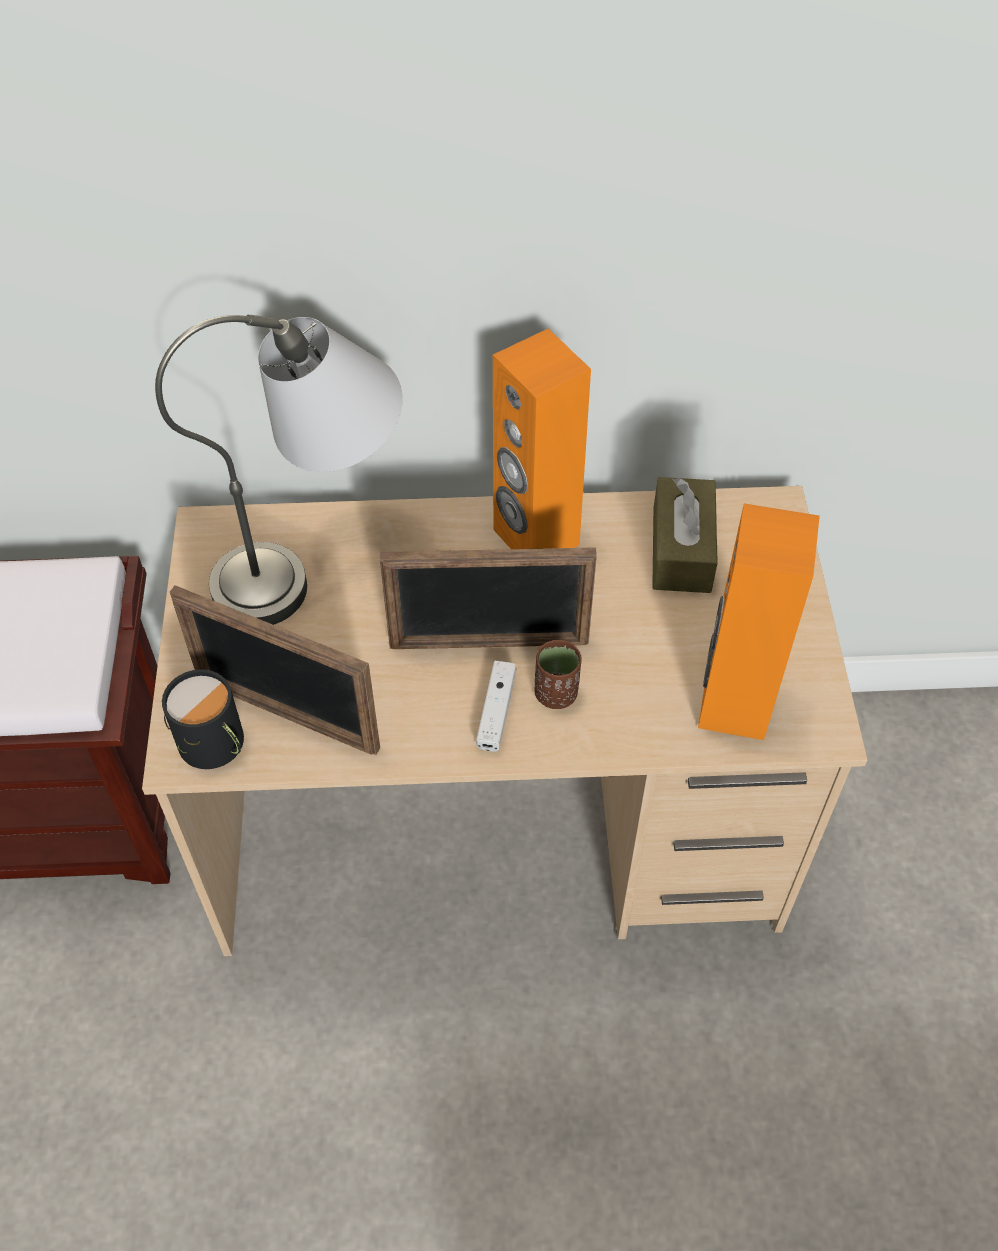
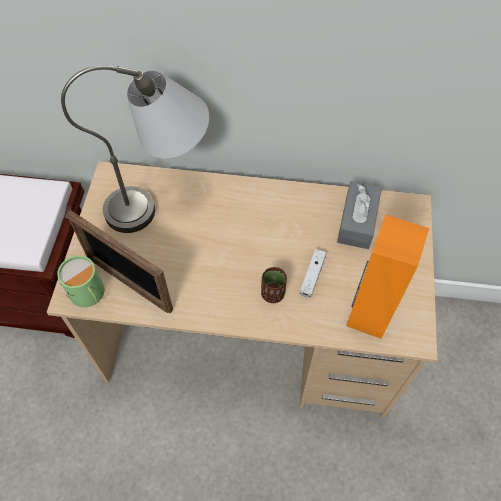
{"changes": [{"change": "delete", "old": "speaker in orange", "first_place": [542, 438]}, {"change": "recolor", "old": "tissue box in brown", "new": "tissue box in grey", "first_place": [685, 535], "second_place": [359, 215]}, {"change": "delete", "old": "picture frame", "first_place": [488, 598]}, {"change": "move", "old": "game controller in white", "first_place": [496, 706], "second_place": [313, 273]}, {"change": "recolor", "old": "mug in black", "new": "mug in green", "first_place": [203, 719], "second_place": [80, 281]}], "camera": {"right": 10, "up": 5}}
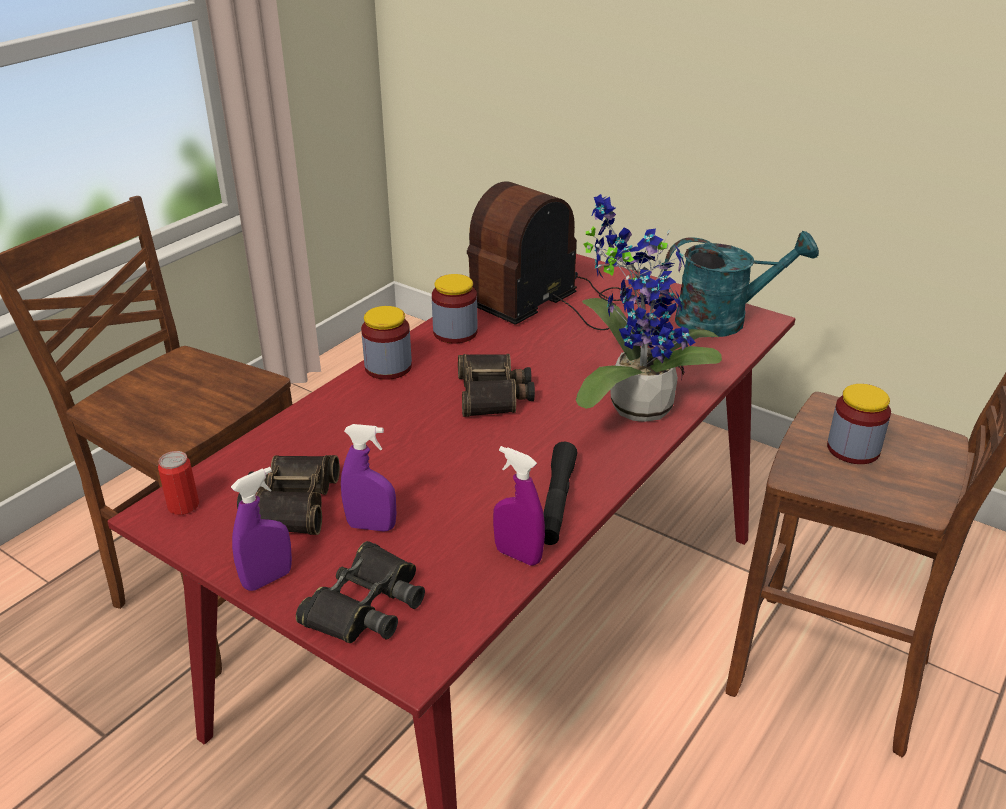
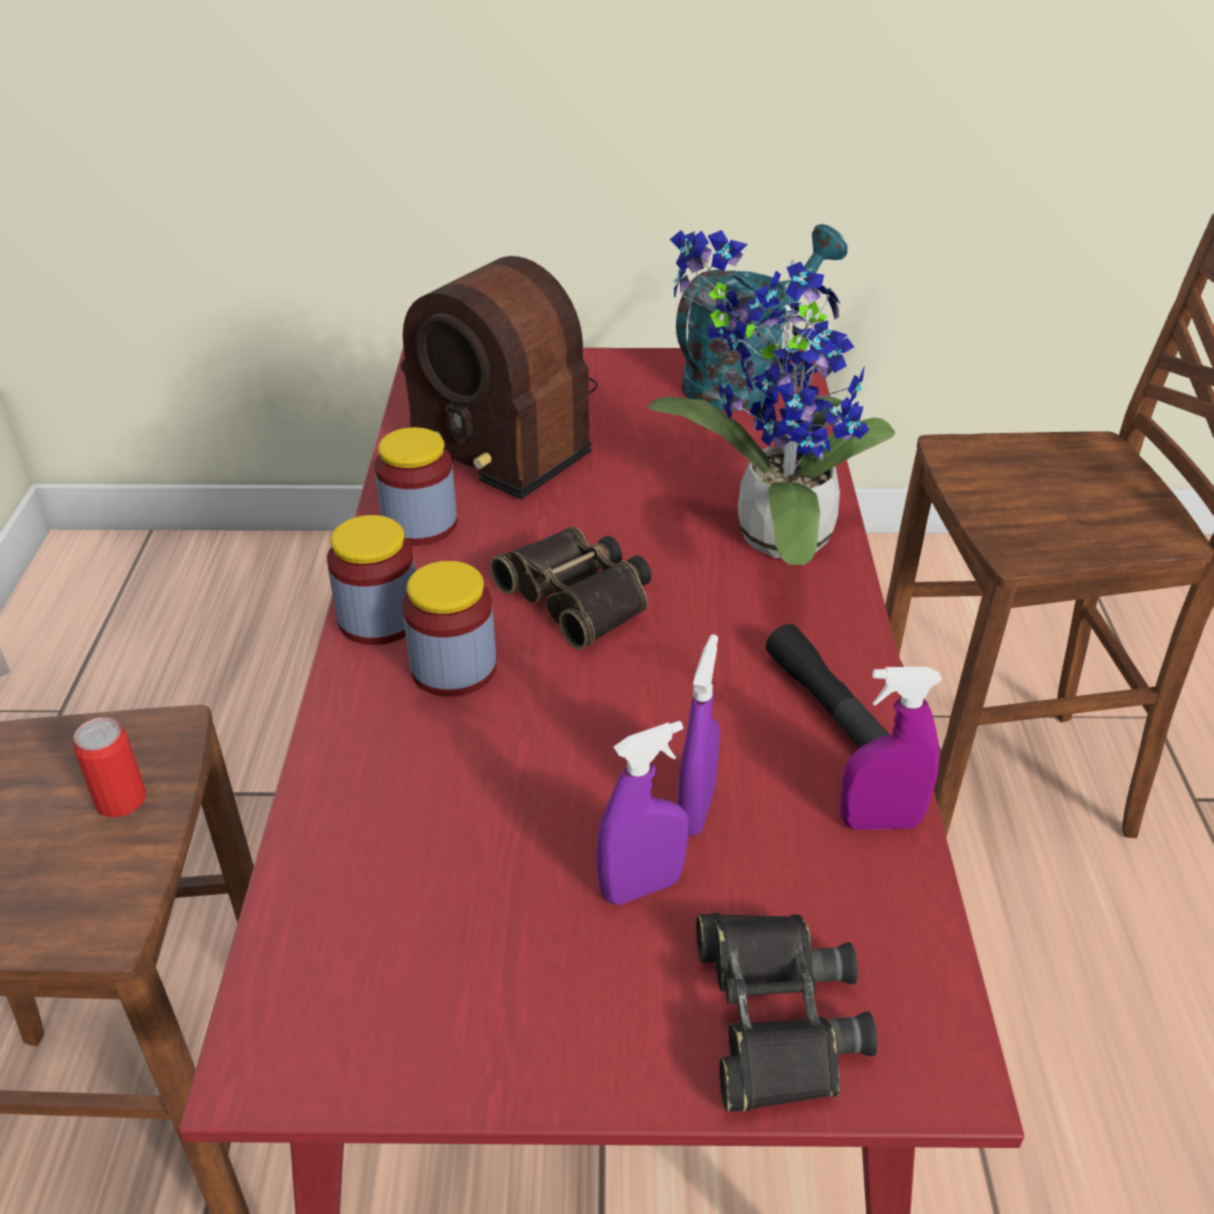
{"changes": [{"change": "rotate", "old": "radio", "first_place": [544, 255], "second_place": [499, 377], "degrees": -60}, {"change": "move", "old": "jar", "first_place": [859, 424], "second_place": [449, 629]}, {"change": "move", "old": "can", "first_place": [178, 483], "second_place": [109, 767]}, {"change": "delete", "old": "binoculars", "first_place": [288, 495]}, {"change": "move", "old": "spray bottle in purple", "first_place": [261, 529], "second_place": [699, 735]}], "camera": {"right": -35, "up": 5}}
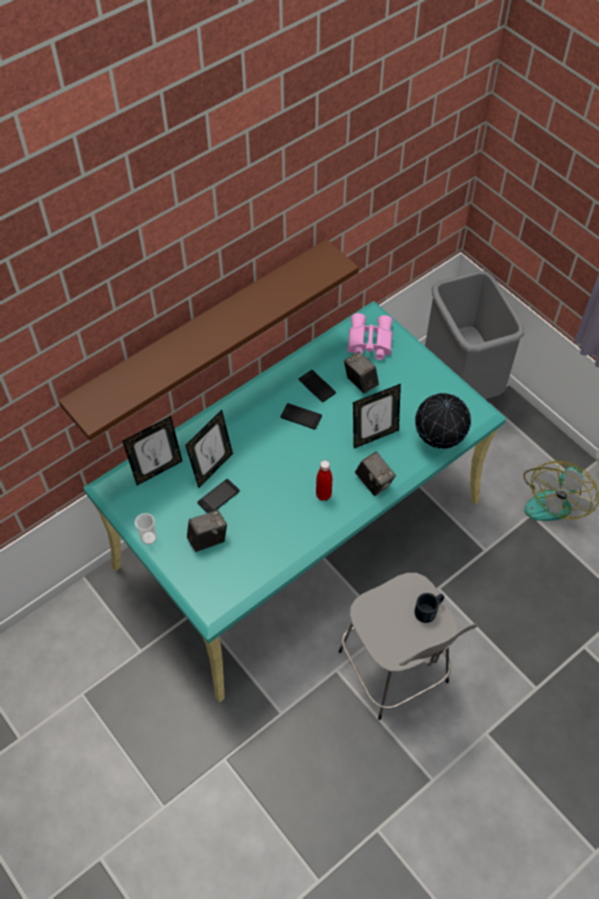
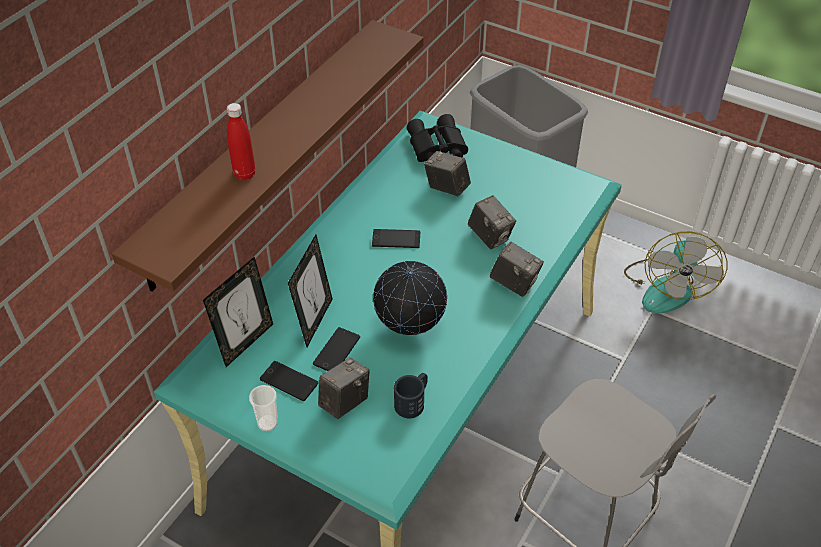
{"changes": [{"change": "recolor", "old": "binoculars in pink", "new": "binoculars in black", "first_place": [370, 336], "second_place": [437, 138]}, {"change": "move", "old": "phone", "first_place": [317, 386], "second_place": [289, 381]}, {"change": "replace", "old": "picture frame", "new": "photo camera", "first_place": [377, 416], "second_place": [492, 222]}, {"change": "move", "old": "globe", "first_place": [443, 421], "second_place": [410, 298]}, {"change": "move", "old": "bottle in red", "first_place": [324, 480], "second_place": [241, 141]}, {"change": "move", "old": "mug in black", "first_place": [429, 608], "second_place": [411, 395]}], "camera": {"right": -20, "up": -10}}
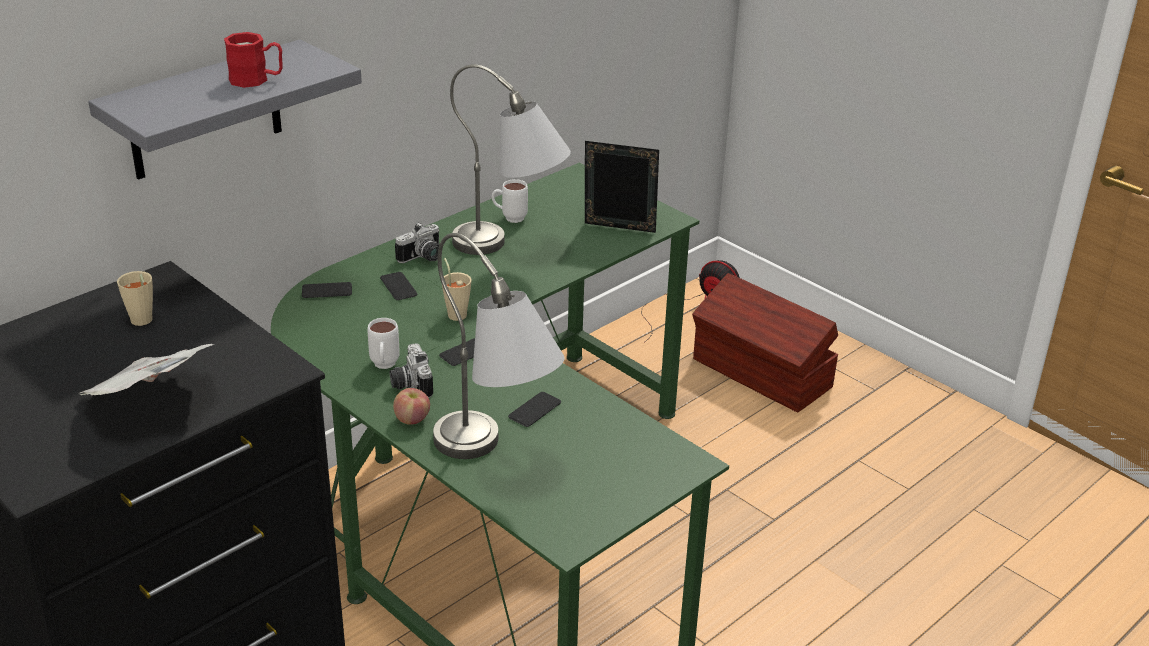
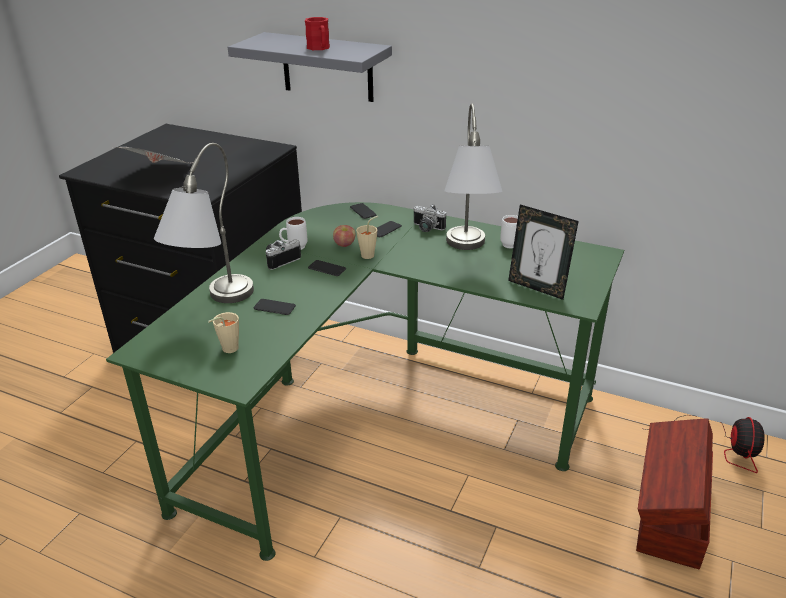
{"changes": [{"change": "rotate", "old": "picture frame", "first_place": [622, 187], "second_place": [543, 252], "degrees": 135}, {"change": "move", "old": "cup in beige", "first_place": [135, 298], "second_place": [223, 332]}, {"change": "move", "old": "apple", "first_place": [411, 406], "second_place": [344, 236]}], "camera": {"right": 70, "up": 0}}
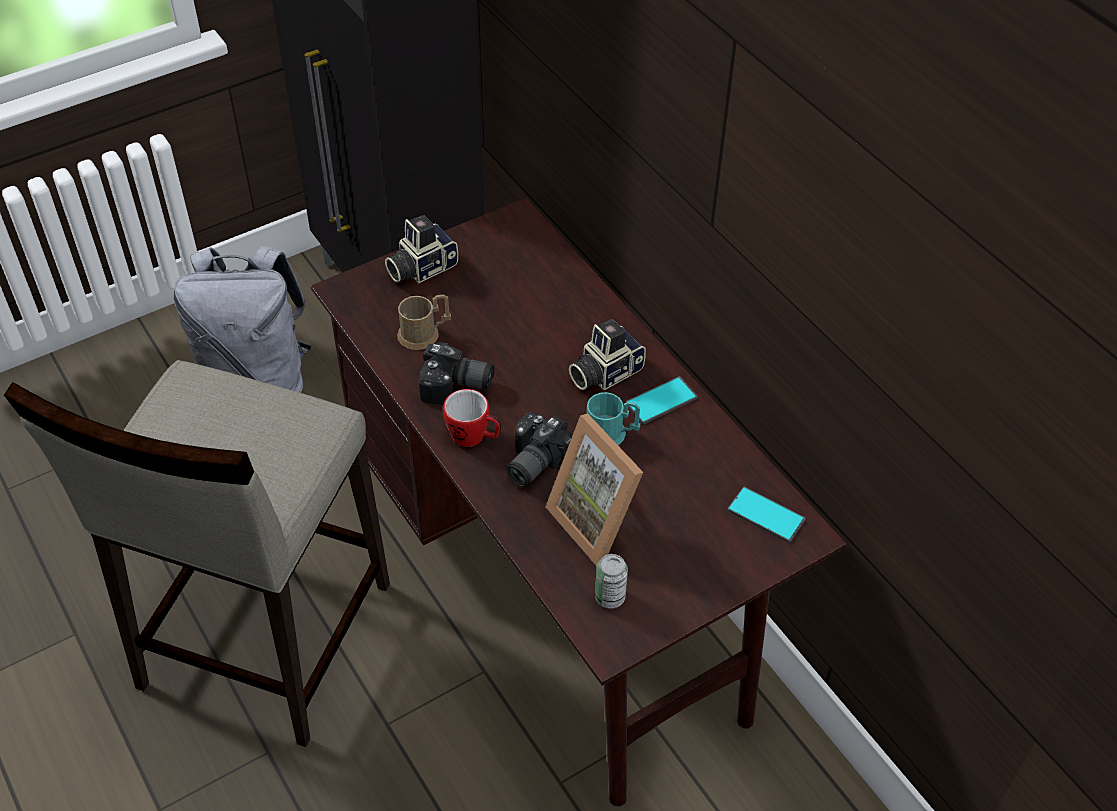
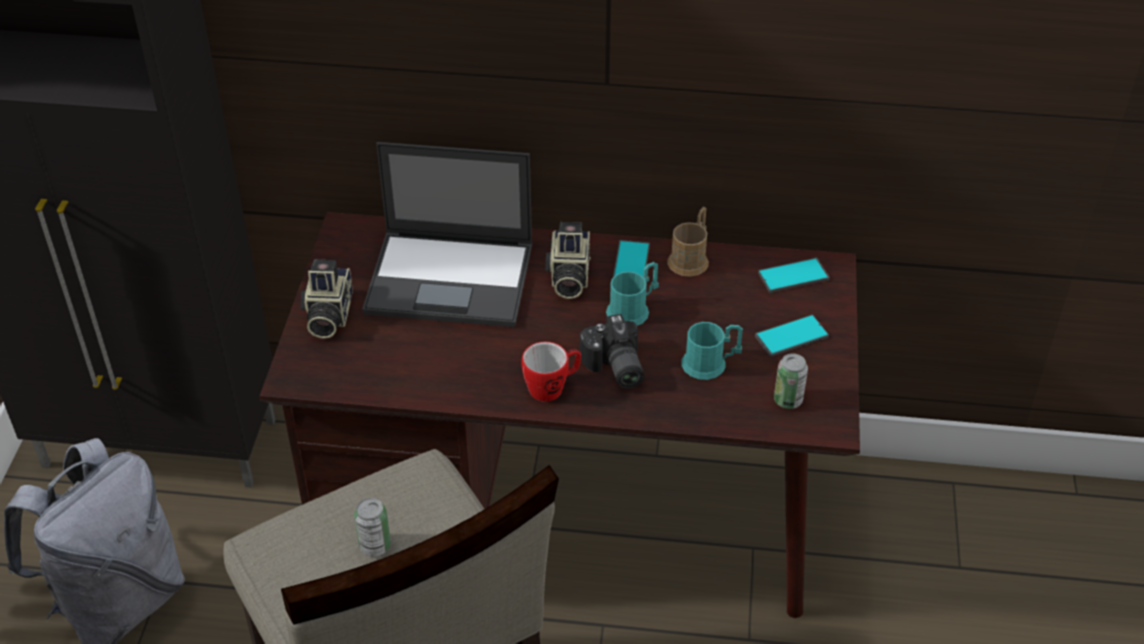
{"changes": [{"change": "move", "old": "mug in brown", "first_place": [424, 322], "second_place": [688, 242]}, {"change": "delete", "old": "photo camera", "first_place": [457, 373]}, {"change": "replace", "old": "picture frame", "new": "mug in turquoise", "first_place": [594, 489], "second_place": [712, 351]}, {"change": "insert", "new": "laptop", "second_place": [447, 234]}, {"change": "insert", "new": "phone", "second_place": [792, 336]}, {"change": "insert", "new": "can", "second_place": [372, 527]}], "camera": {"right": -50, "up": -5}}
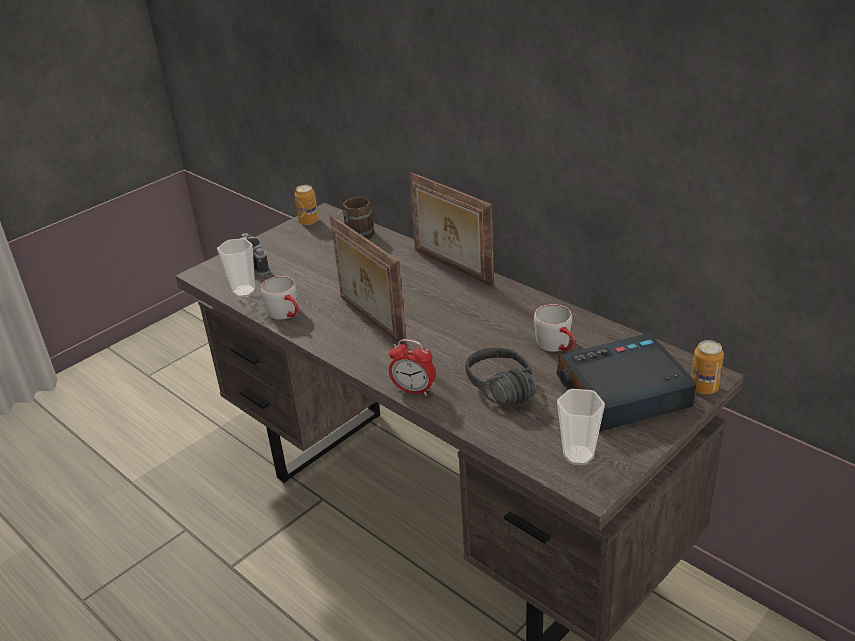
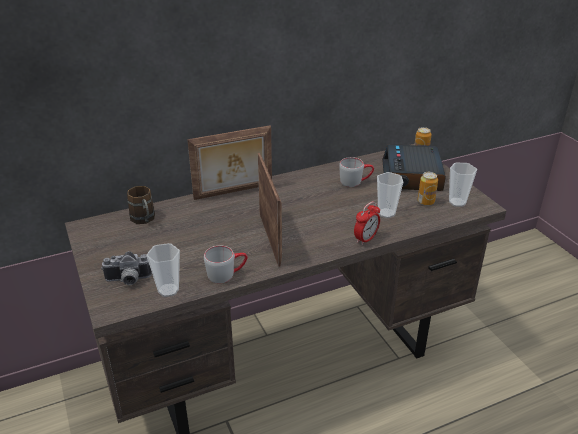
{"changes": [{"change": "move", "old": "can", "first_place": [307, 205], "second_place": [428, 189]}, {"change": "rotate", "old": "picture frame", "first_place": [368, 280], "second_place": [270, 210], "degrees": -90}, {"change": "replace", "old": "headphones in black", "new": "cup", "first_place": [500, 376], "second_place": [390, 195]}], "camera": {"right": -70, "up": 0}}
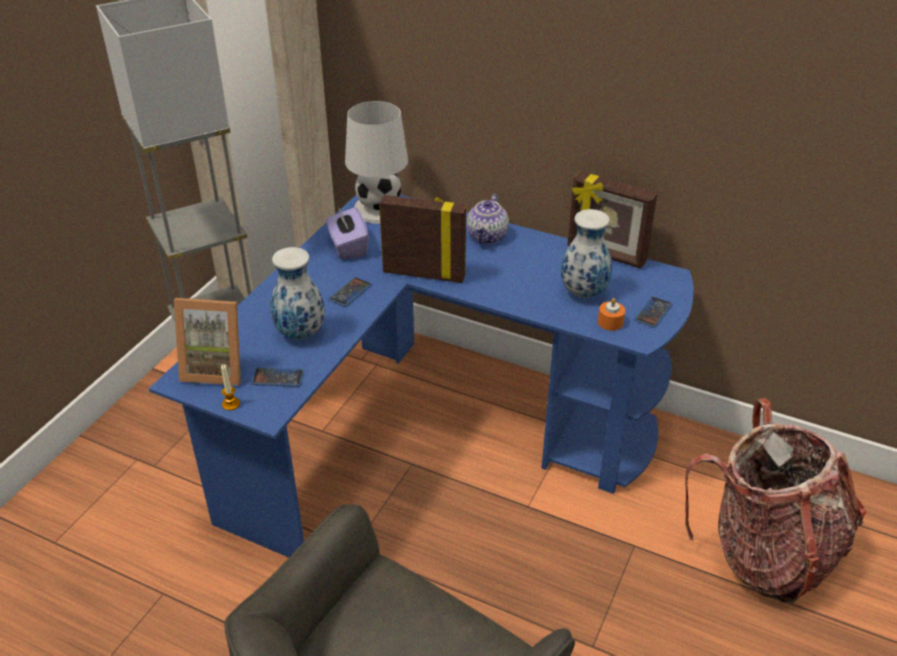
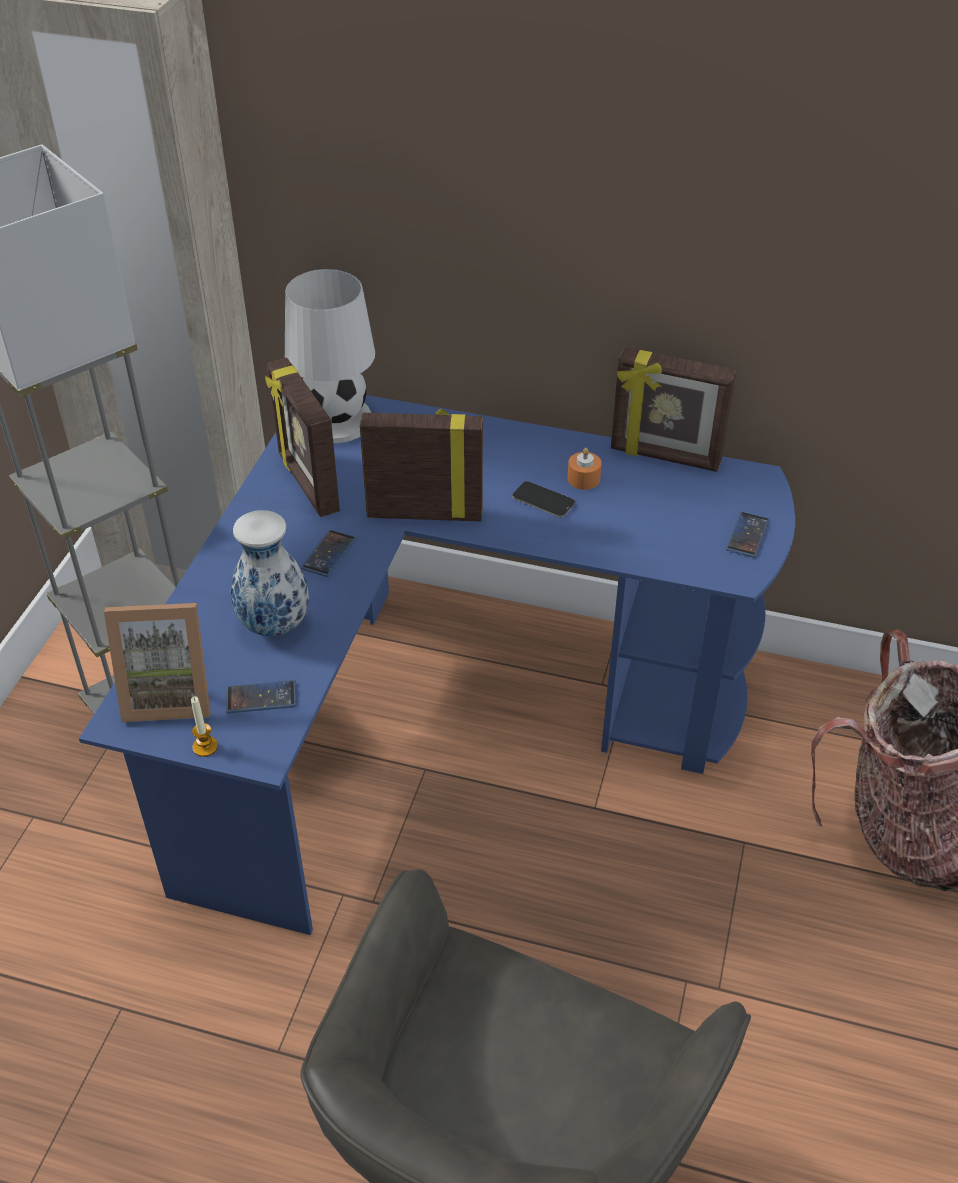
{"changes": [{"change": "delete", "old": "teapot", "first_place": [488, 219]}, {"change": "replace", "old": "tissue box in purple", "new": "picture frame", "first_place": [347, 233], "second_place": [302, 437]}, {"change": "delete", "old": "vase", "first_place": [586, 253]}, {"change": "move", "old": "candle in orange", "first_place": [611, 314], "second_place": [585, 469]}, {"change": "insert", "new": "phone", "second_place": [543, 499]}], "camera": {"right": -10, "up": 5}}
